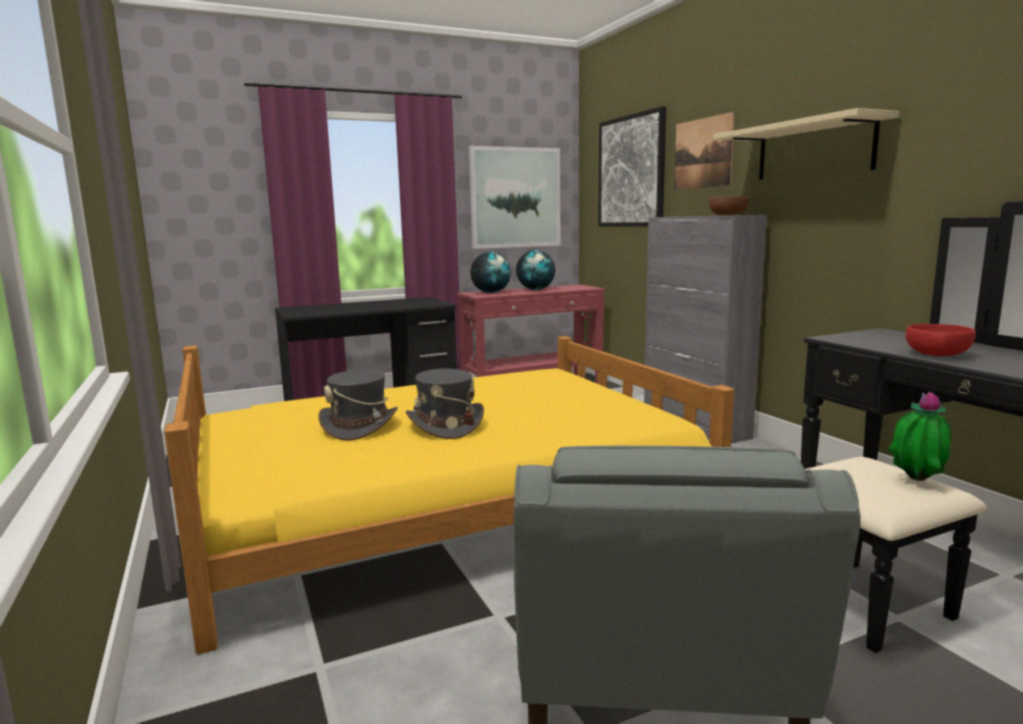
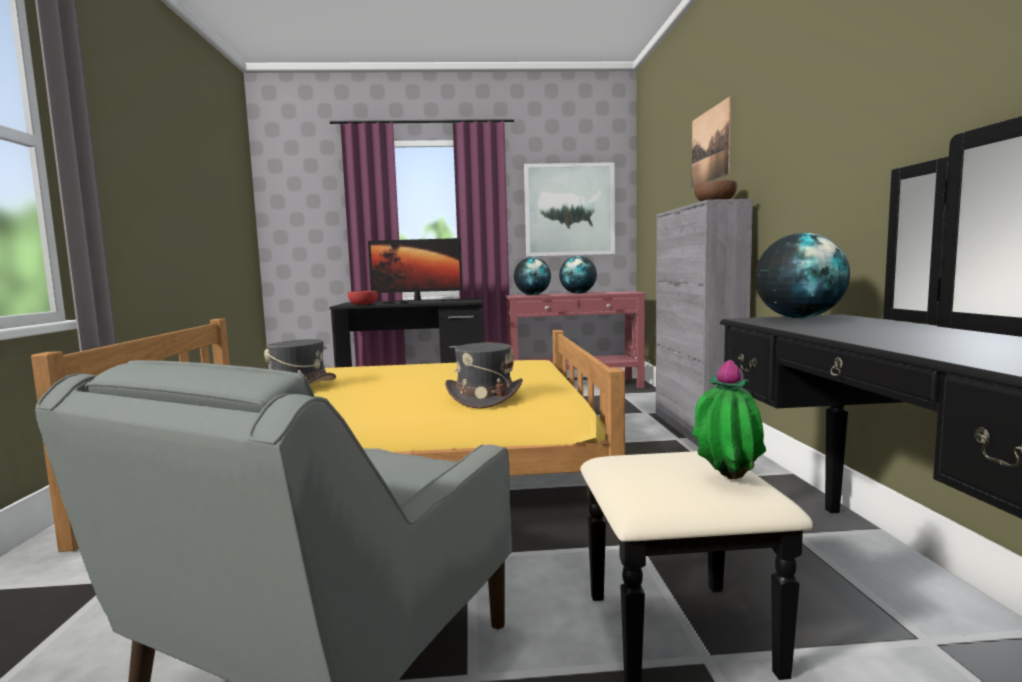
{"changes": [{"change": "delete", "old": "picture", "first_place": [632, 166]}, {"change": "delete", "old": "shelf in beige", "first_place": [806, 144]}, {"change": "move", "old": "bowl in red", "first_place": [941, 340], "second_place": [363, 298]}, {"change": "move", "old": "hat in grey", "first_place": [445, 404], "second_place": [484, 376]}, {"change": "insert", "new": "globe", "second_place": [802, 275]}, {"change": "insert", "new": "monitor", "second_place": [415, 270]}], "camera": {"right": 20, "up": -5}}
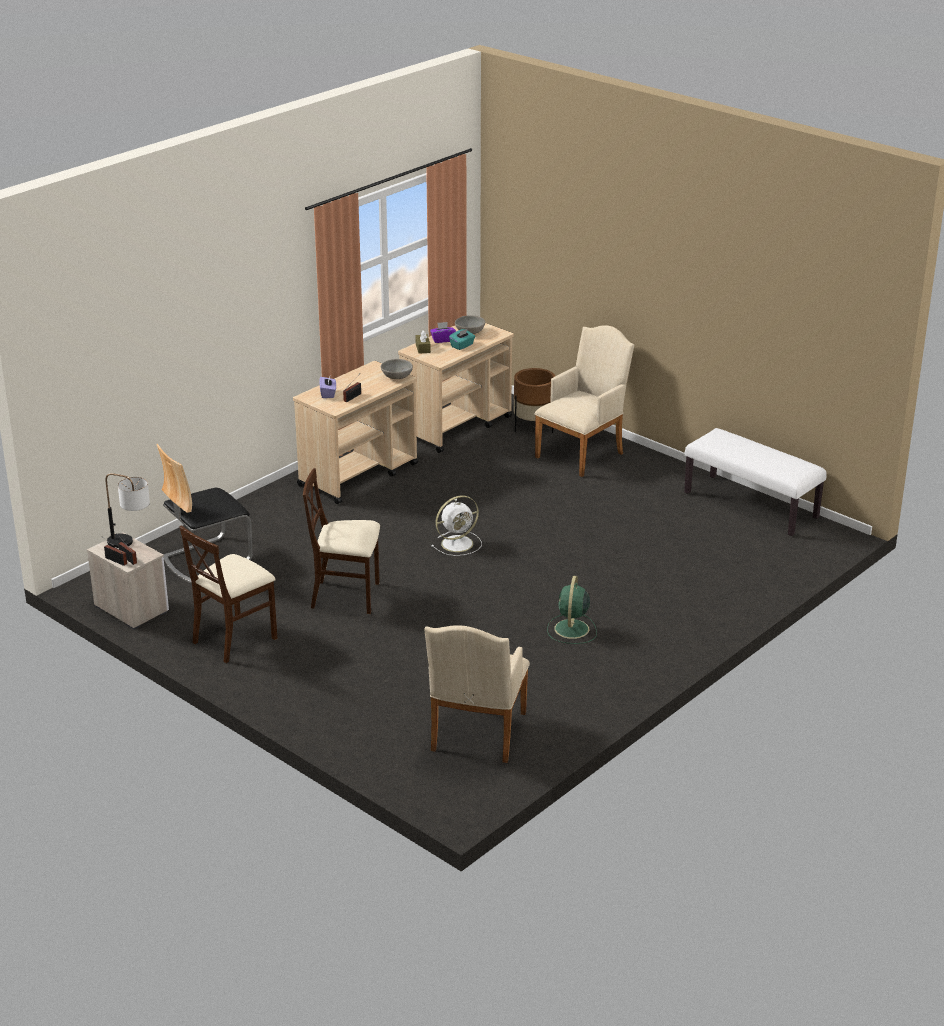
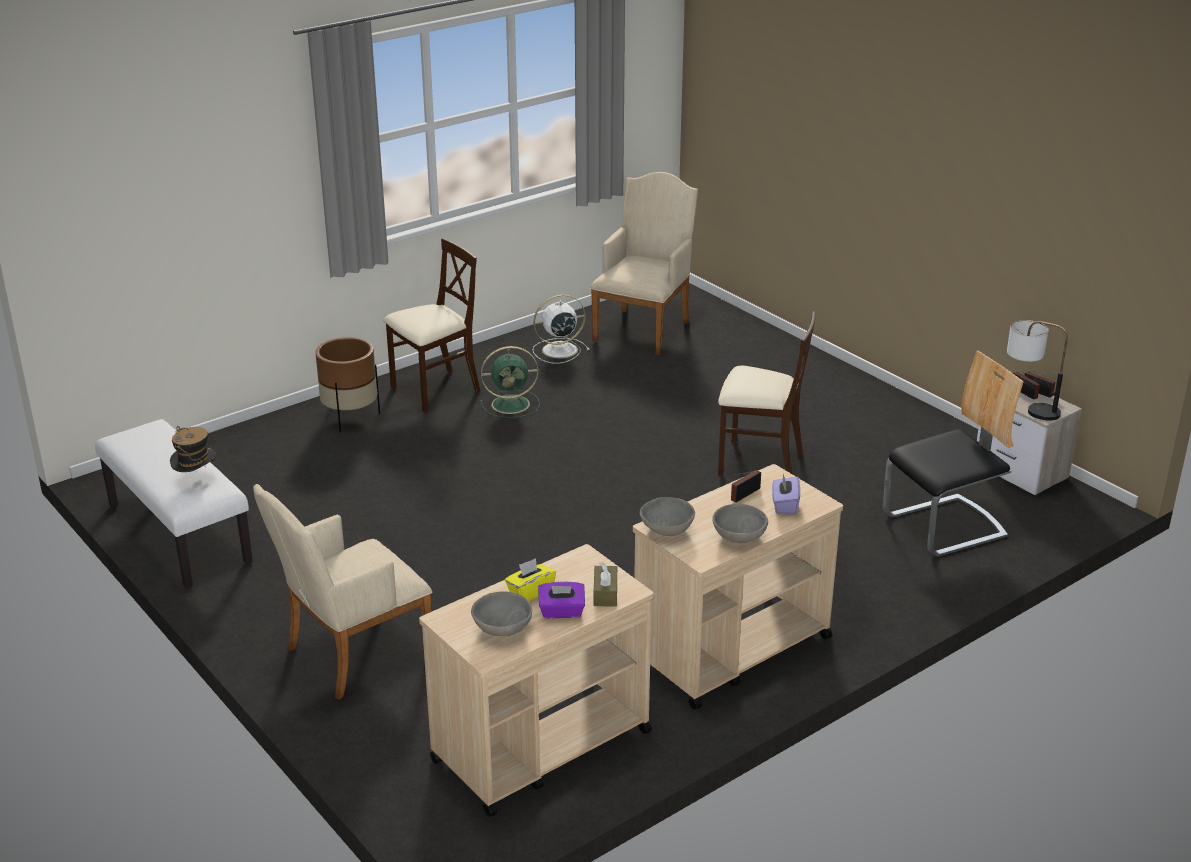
{"changes": [{"change": "recolor", "old": "tissue box in turquoise", "new": "tissue box in yellow", "first_place": [462, 339], "second_place": [530, 579]}, {"change": "move", "old": "planter in brown", "first_place": [534, 400], "second_place": [347, 385]}, {"change": "move", "old": "fan in white", "first_place": [456, 525], "second_place": [561, 329]}, {"change": "move", "old": "chair in beige", "first_place": [228, 594], "second_place": [431, 325]}, {"change": "rotate", "old": "fan in green", "first_place": [572, 610], "second_place": [510, 382], "degrees": 60}, {"change": "insert", "new": "hat", "second_place": [193, 449]}, {"change": "insert", "new": "bowl in grey", "second_place": [740, 523]}], "camera": {"right": -170, "up": 0}}
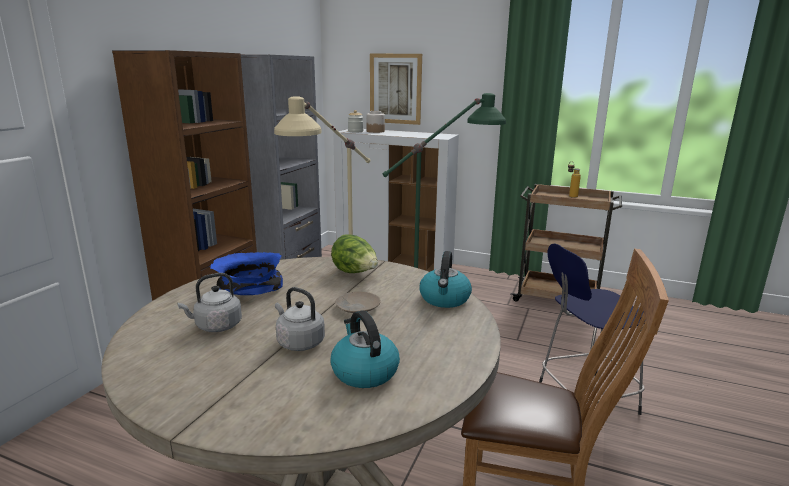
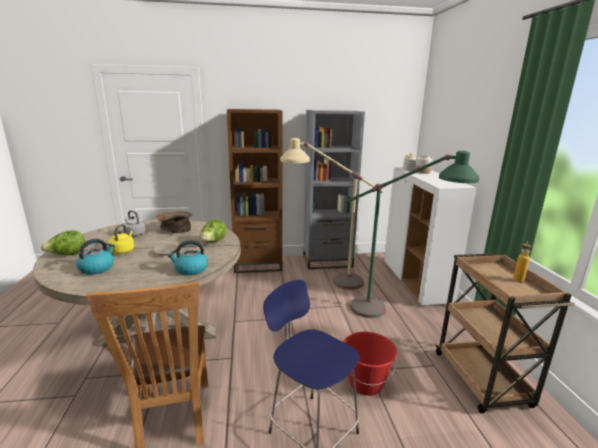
{"changes": [{"change": "delete", "old": "picture", "first_place": [396, 89]}, {"change": "recolor", "old": "bowl in blue", "new": "bowl in brown", "first_place": [246, 273], "second_place": [174, 222]}, {"change": "recolor", "old": "kettle in grey", "new": "kettle in yellow", "first_place": [300, 319], "second_place": [121, 239]}, {"change": "insert", "new": "lettuce", "second_place": [63, 242]}, {"change": "insert", "new": "bucket in red", "second_place": [370, 364]}], "camera": {"right": 60, "up": 0}}
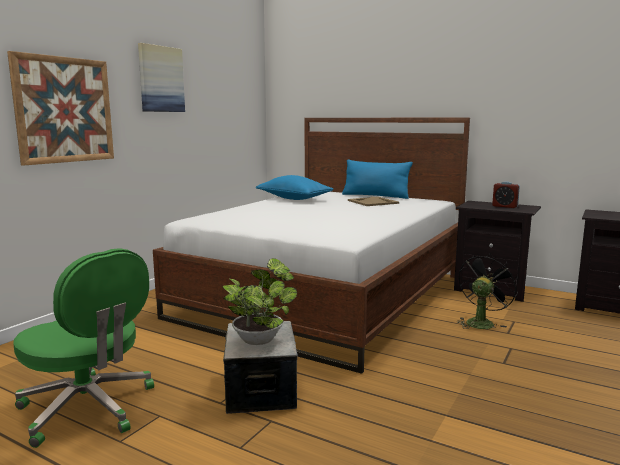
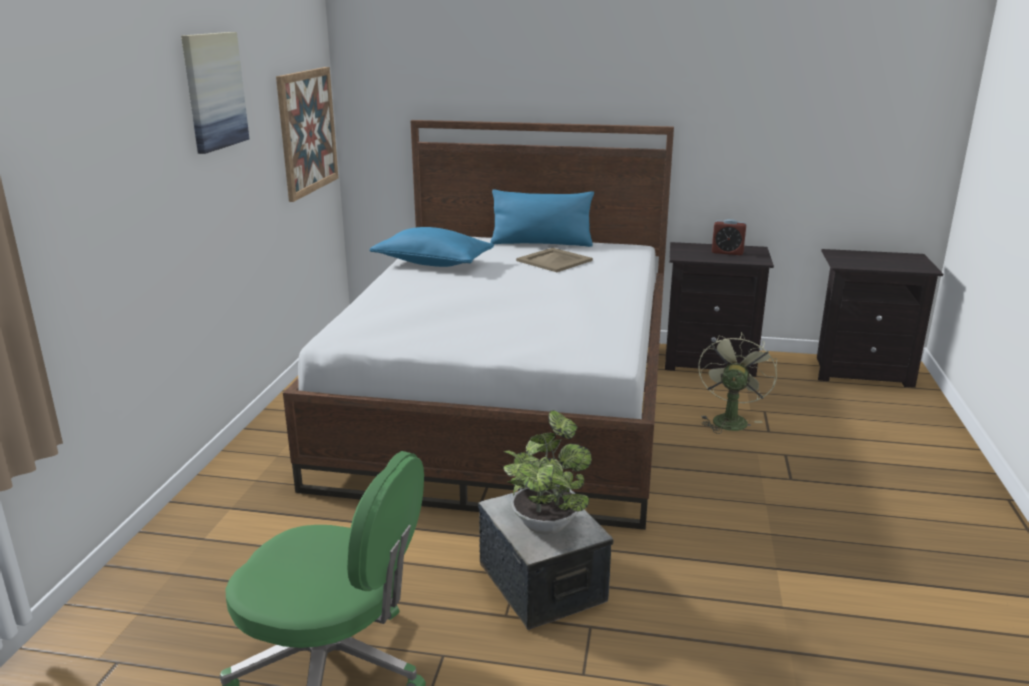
{"changes": [{"change": "move", "old": "picture", "first_place": [60, 108], "second_place": [307, 134]}, {"change": "recolor", "old": "fan in black", "new": "fan in green", "first_place": [488, 291], "second_place": [737, 383]}], "camera": {"right": -20, "up": 10}}
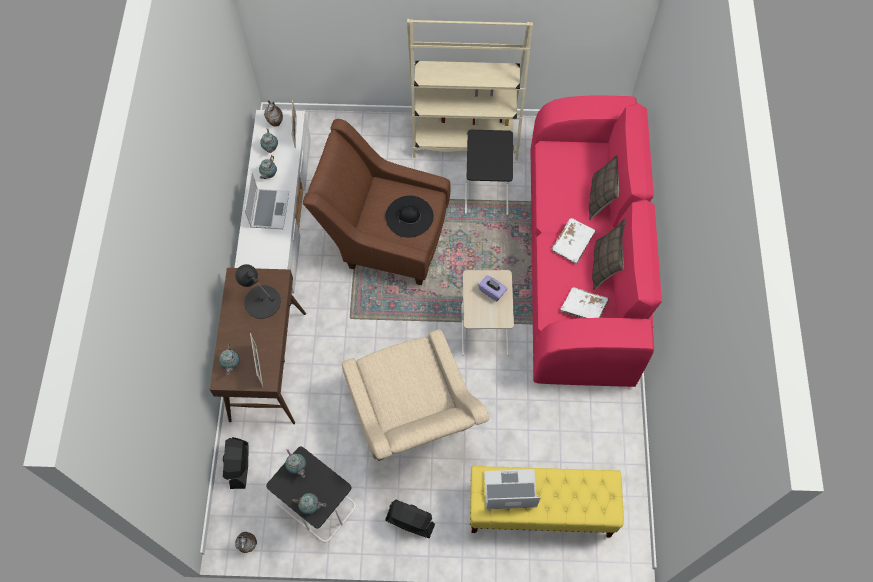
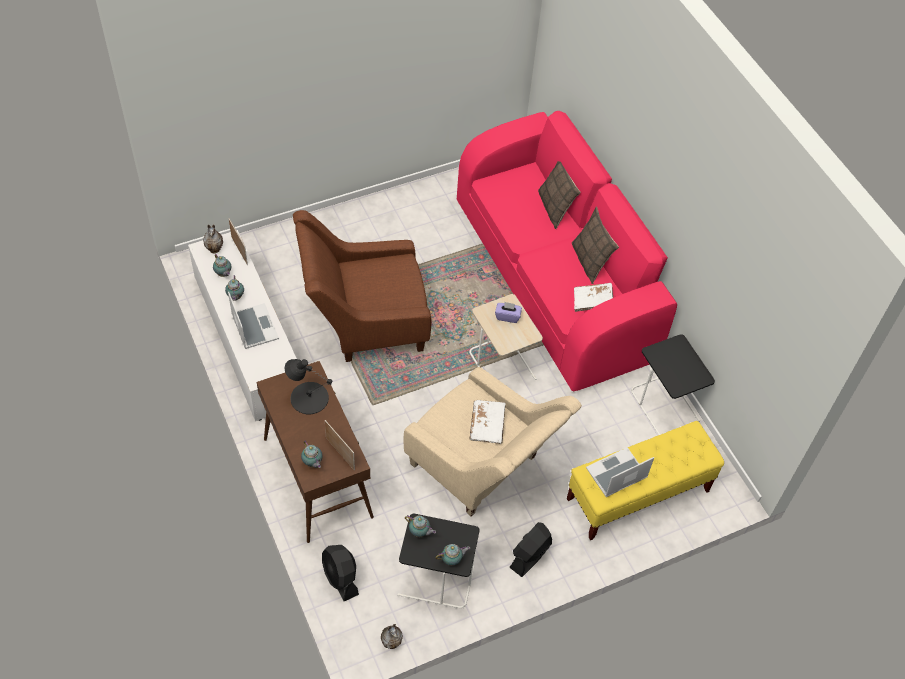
{"changes": [{"change": "delete", "old": "bookcase in beige", "first_place": [470, 90]}, {"change": "move", "old": "side table in black", "first_place": [489, 172], "second_place": [673, 384]}, {"change": "delete", "old": "hat in black", "first_place": [409, 217]}, {"change": "move", "old": "book in white", "first_place": [573, 241], "second_place": [488, 422]}, {"change": "rotate", "old": "fan in black", "first_place": [410, 519], "second_place": [530, 549], "degrees": -45}], "camera": {"right": -30, "up": -10}}
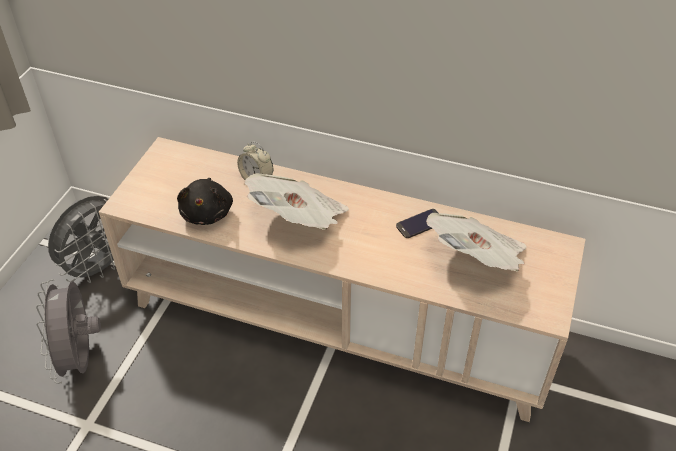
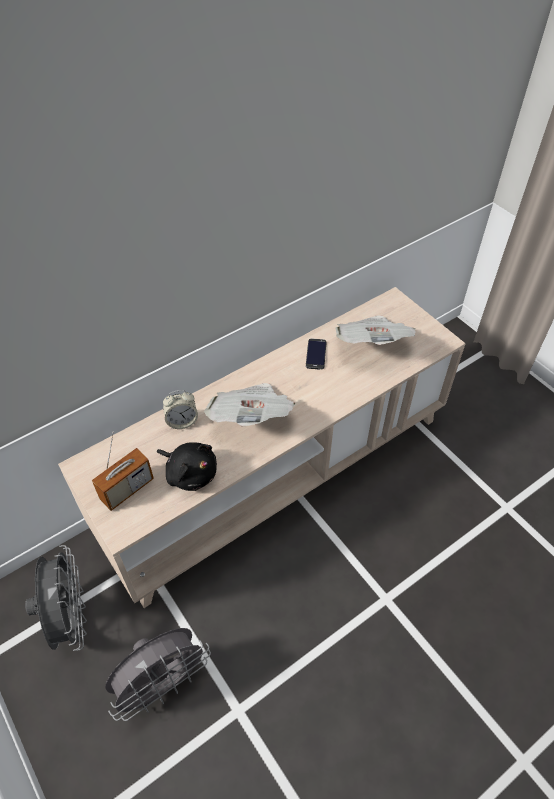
{"changes": [{"change": "rotate", "old": "fan in grey", "first_place": [68, 331], "second_place": [158, 674], "degrees": -60}, {"change": "insert", "new": "radio", "second_place": [123, 471]}], "camera": {"right": -55, "up": 5}}
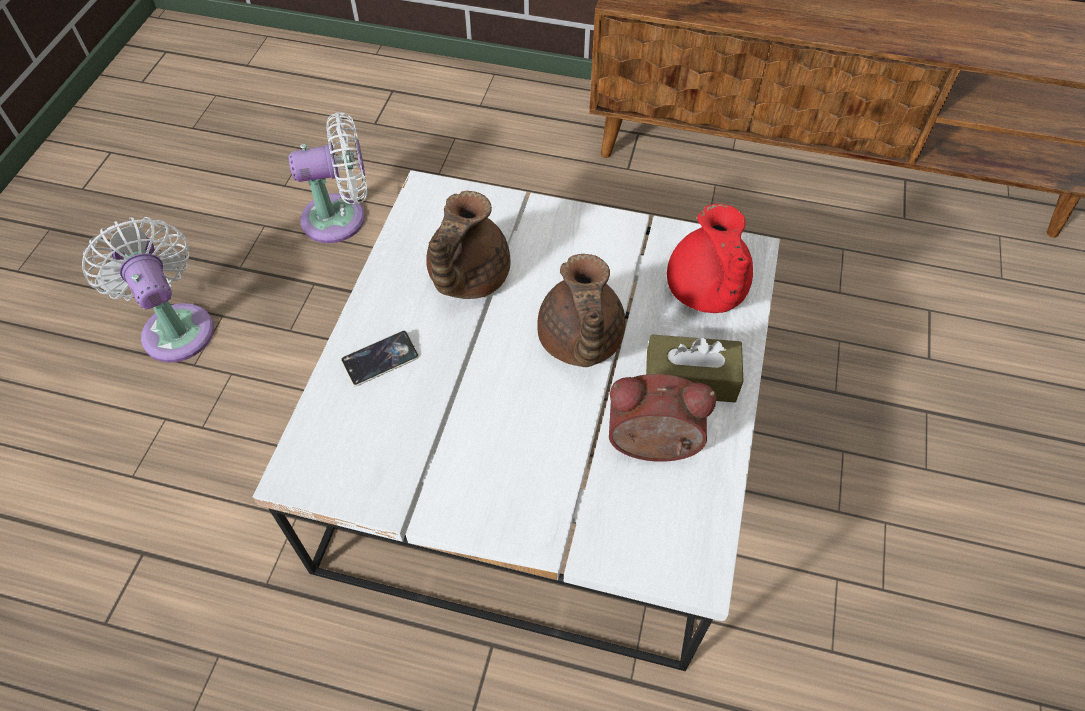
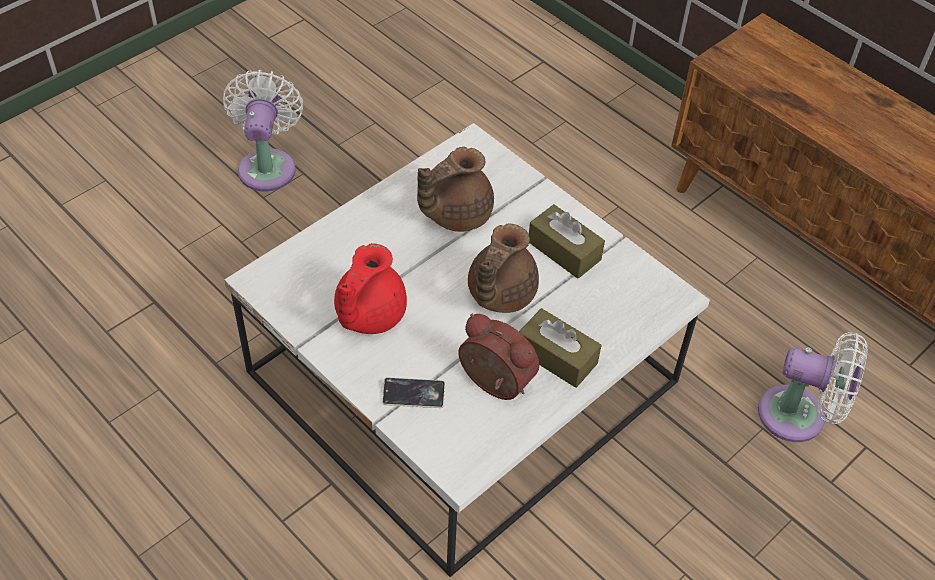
{"changes": [{"change": "move", "old": "fan in white", "first_place": [328, 177], "second_place": [813, 387]}, {"change": "move", "old": "teapot in red", "first_place": [710, 258], "second_place": [370, 288]}, {"change": "move", "old": "phone", "first_place": [380, 358], "second_place": [413, 392]}, {"change": "insert", "new": "tissue box in brown", "second_place": [567, 241]}], "camera": {"right": 30, "up": -5}}
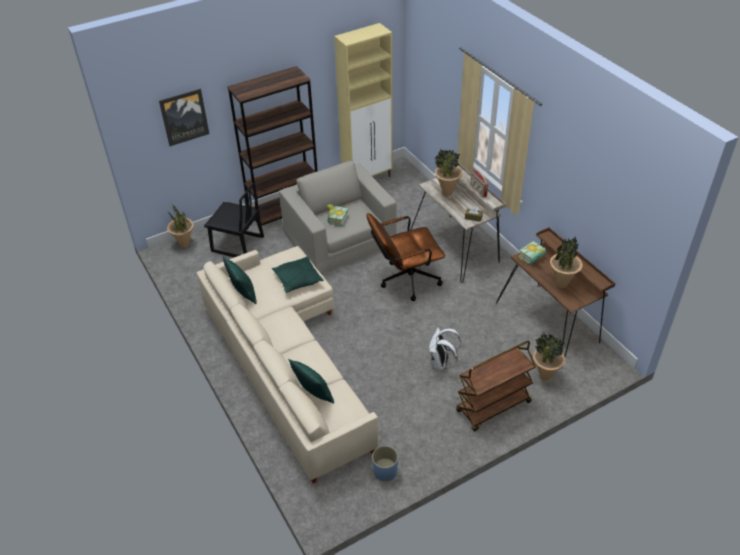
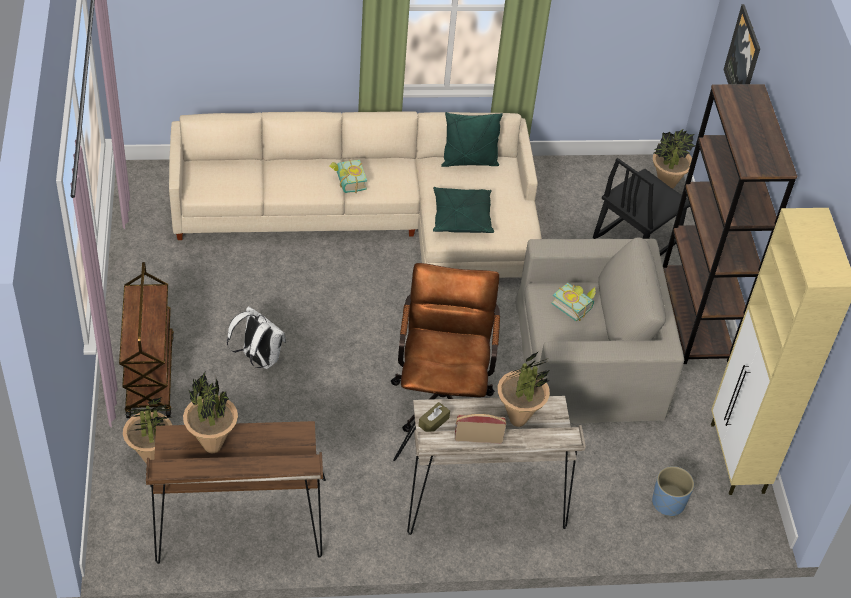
{"changes": [{"change": "move", "old": "book", "first_place": [532, 253], "second_place": [348, 176]}, {"change": "delete", "old": "pillow in green", "first_place": [311, 381]}, {"change": "move", "old": "planter in blue", "first_place": [385, 463], "second_place": [673, 491]}], "camera": {"right": 110, "up": 5}}
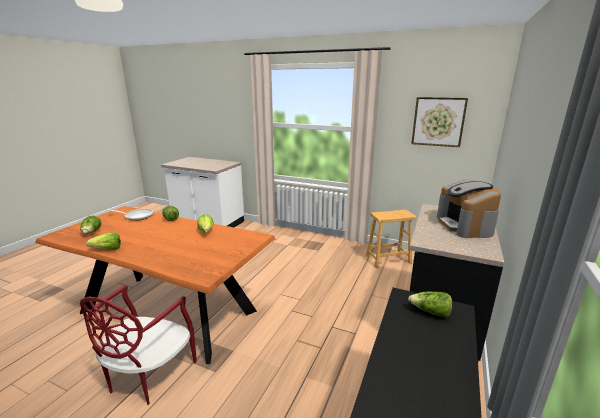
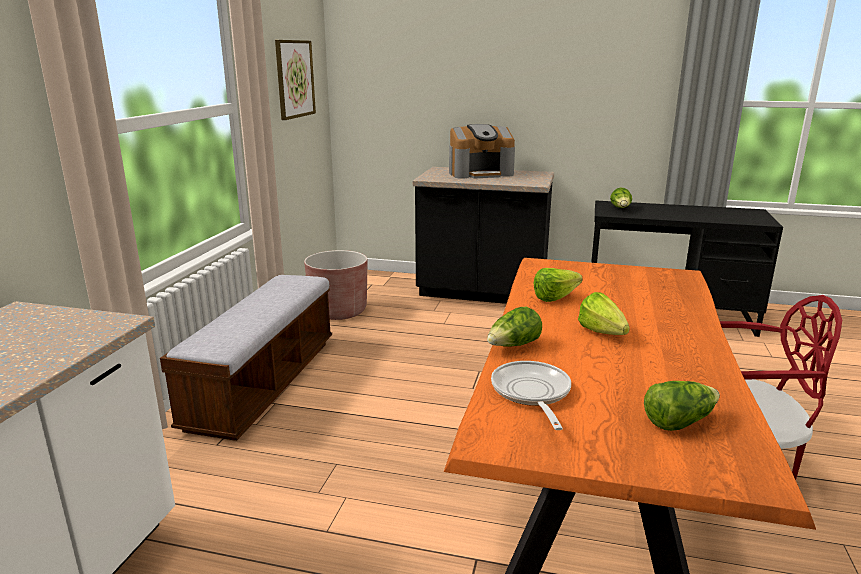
{"changes": [{"change": "replace", "old": "stool in brown", "new": "planter in brown", "first_place": [391, 239], "second_place": [335, 285]}, {"change": "move", "old": "lettuce", "first_place": [103, 241], "second_place": [604, 313]}, {"change": "insert", "new": "bench", "second_place": [246, 358]}], "camera": {"right": -100, "up": 0}}
